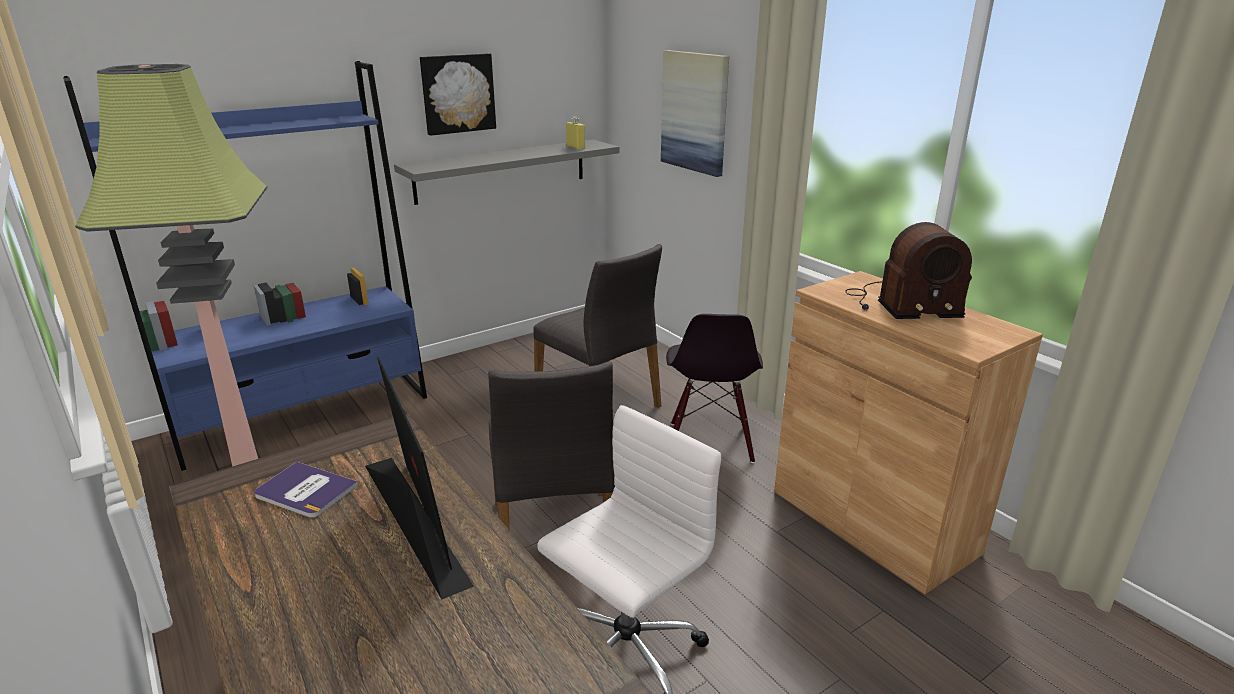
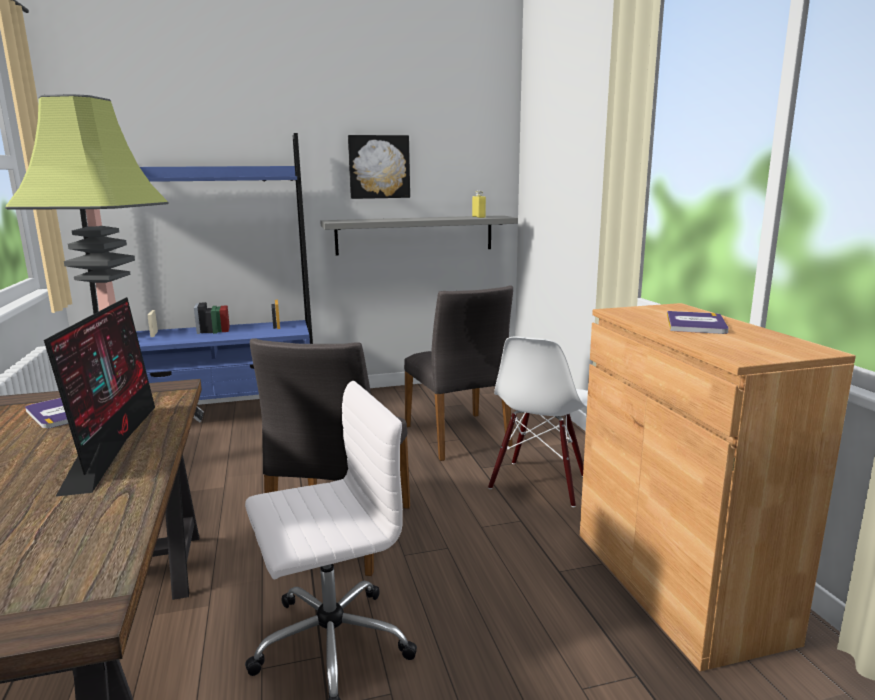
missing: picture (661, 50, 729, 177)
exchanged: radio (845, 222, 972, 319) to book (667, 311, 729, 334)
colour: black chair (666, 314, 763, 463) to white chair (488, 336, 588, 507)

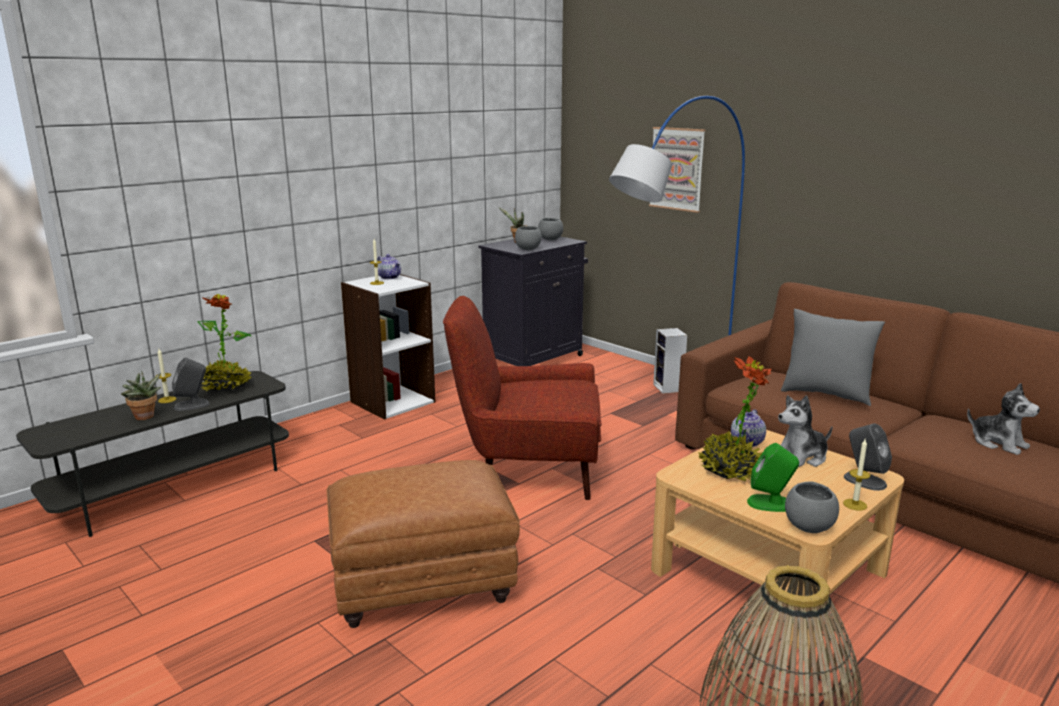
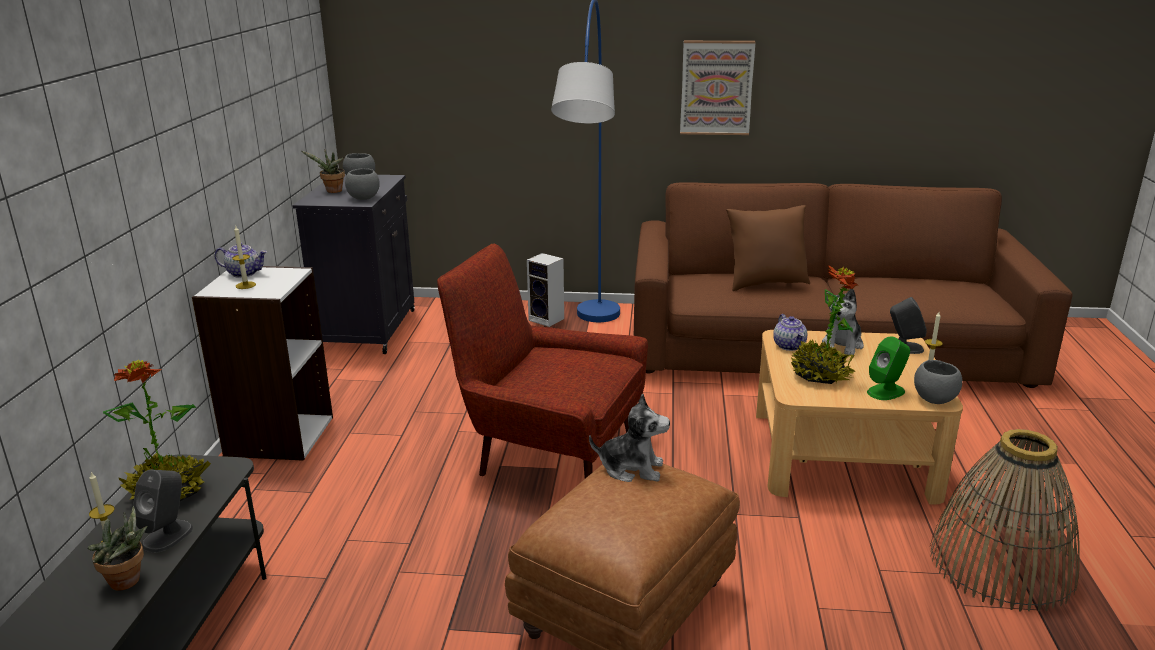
relocated: picture (649, 127, 706, 213) to (680, 41, 756, 135); plush toy (967, 383, 1040, 455) to (589, 394, 670, 482)
colour: grey pillow (781, 309, 885, 406) to brown pillow (726, 205, 810, 291)
spun: red armchair (443, 296, 602, 500) = (437, 244, 648, 479) 60 degrees clockwise

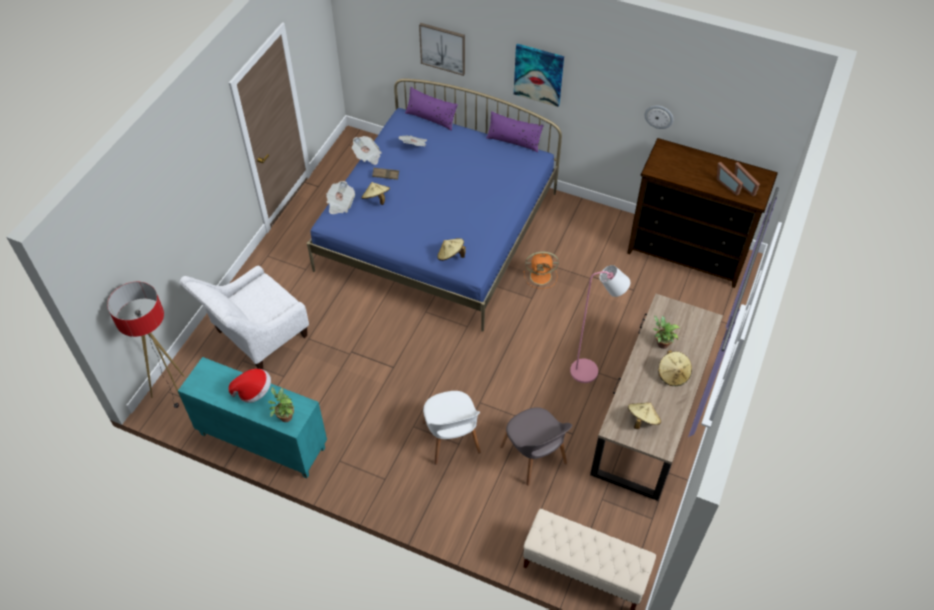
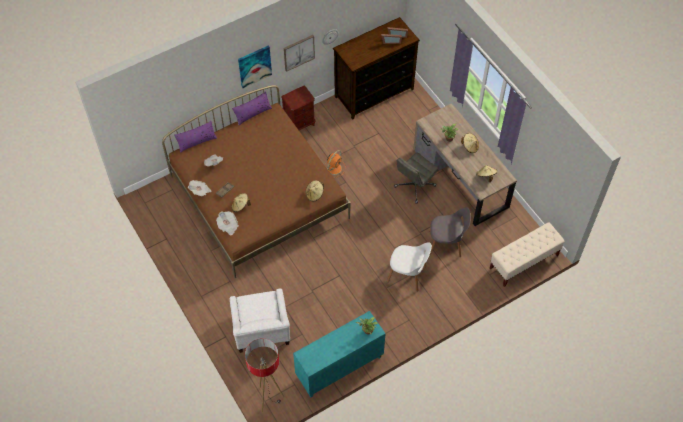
missing: hat (229, 369, 271, 403)
appeared: brown nightstand (281, 85, 316, 130)
relocated: picture (419, 23, 465, 76) to (284, 35, 315, 72)
exchanged: pink floor lamp (570, 265, 630, 383) to grey office chair (394, 152, 439, 204)
colour: blue bed (307, 79, 562, 332) to brown bed (162, 85, 350, 278)

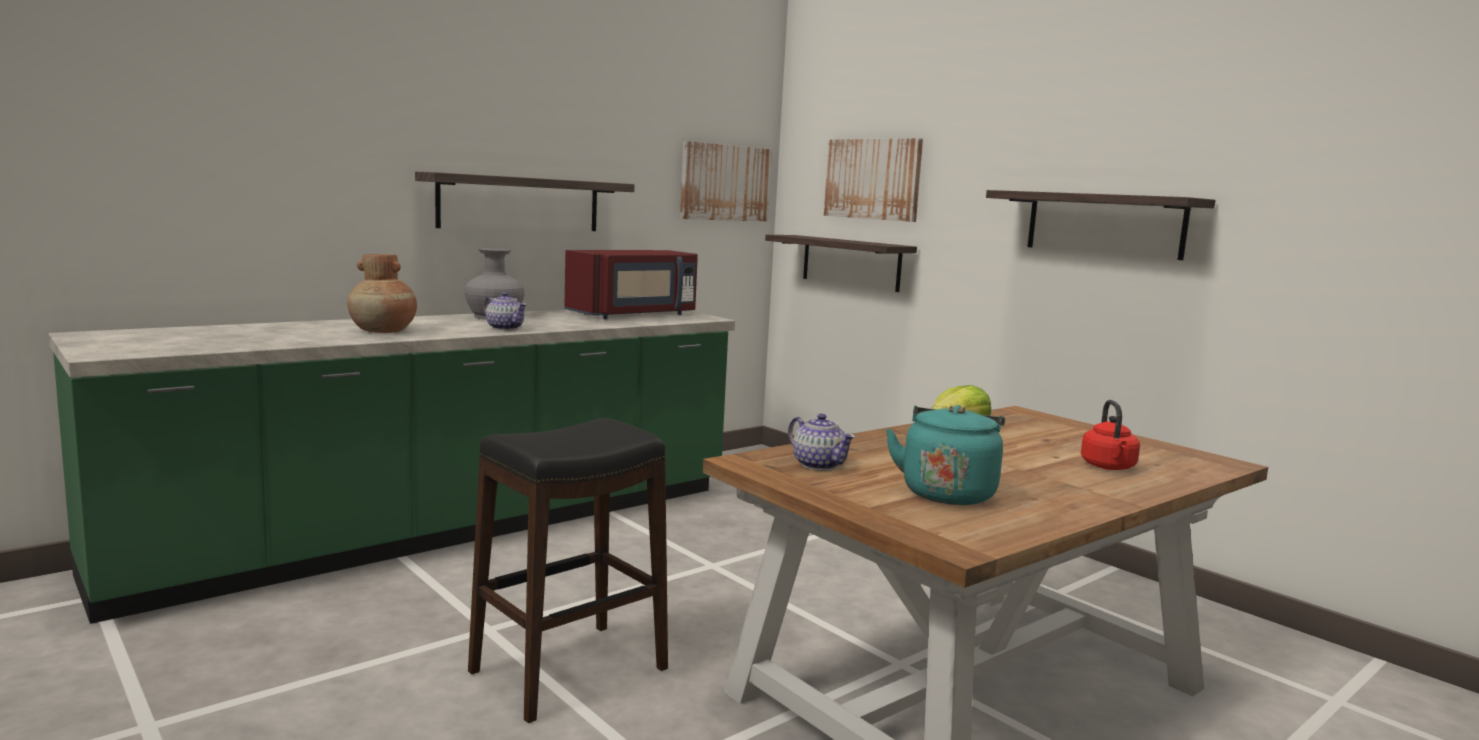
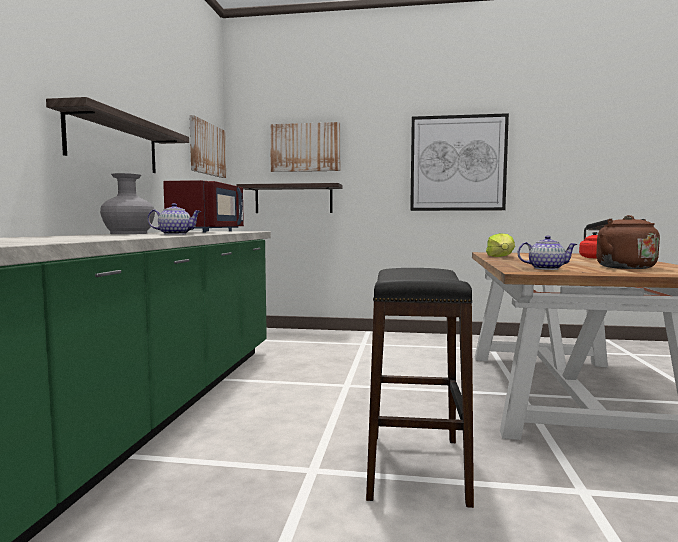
missing: brown vase (347, 254, 417, 333)
exchanged: shelf (986, 190, 1216, 260) to picture (410, 113, 509, 211)
colour: turquoise kettle (886, 405, 1005, 505) to brown kettle (586, 215, 660, 269)

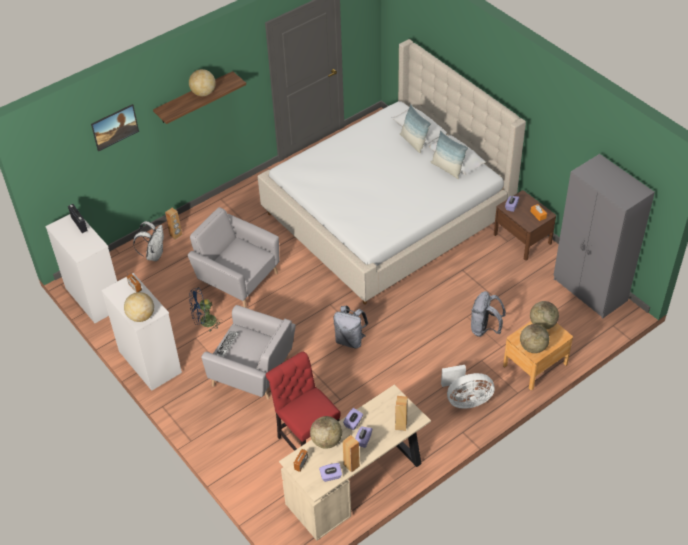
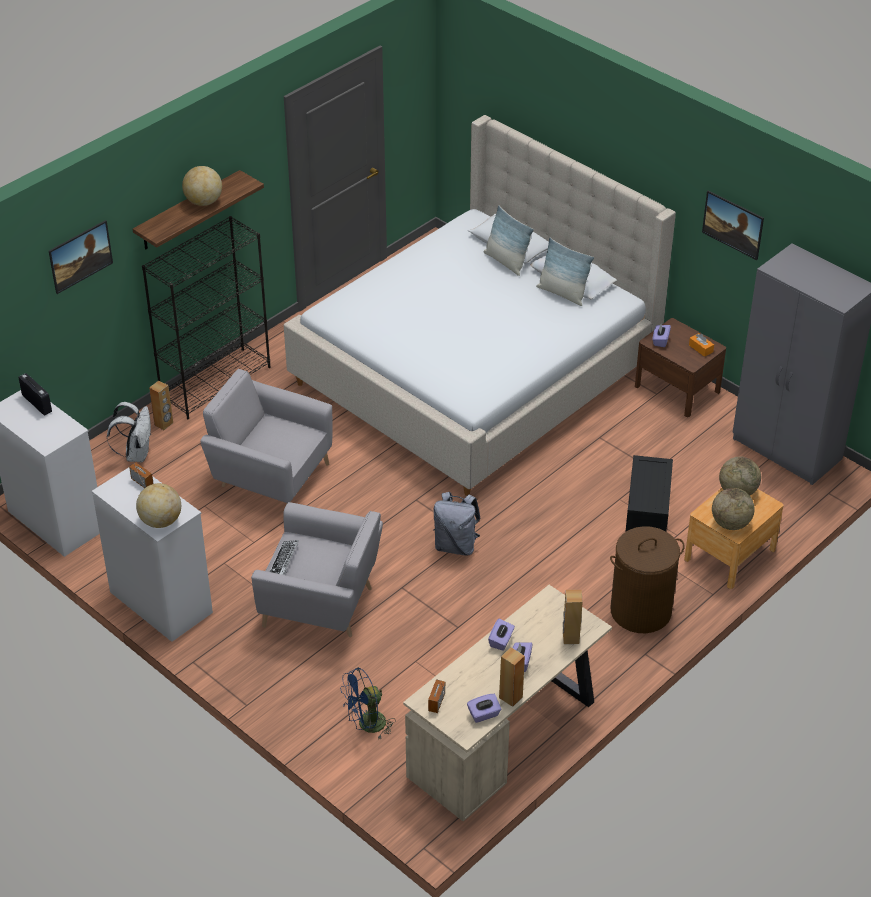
missing: red chair (266, 352, 341, 451); globe (310, 416, 342, 449)
appeared: black bookcase (142, 216, 270, 419); picture (702, 190, 764, 260)
relocated: blue fan (189, 287, 220, 331) to (340, 667, 396, 739)
exchanged: white fan (441, 365, 494, 409) to brown laundry basket (610, 526, 685, 633); grey backpack (471, 291, 506, 337) to black storage box (625, 455, 673, 532)

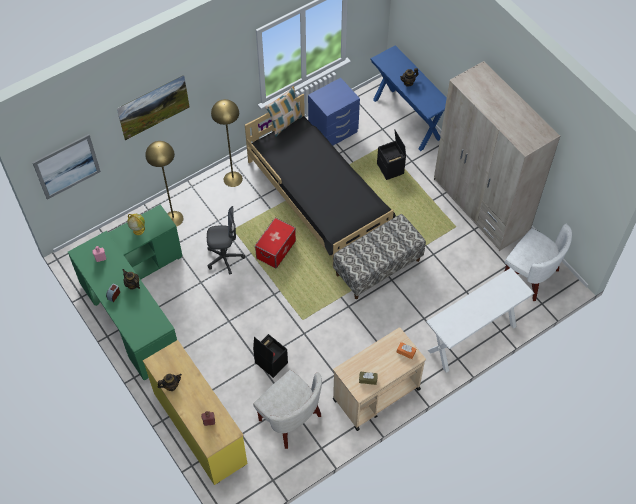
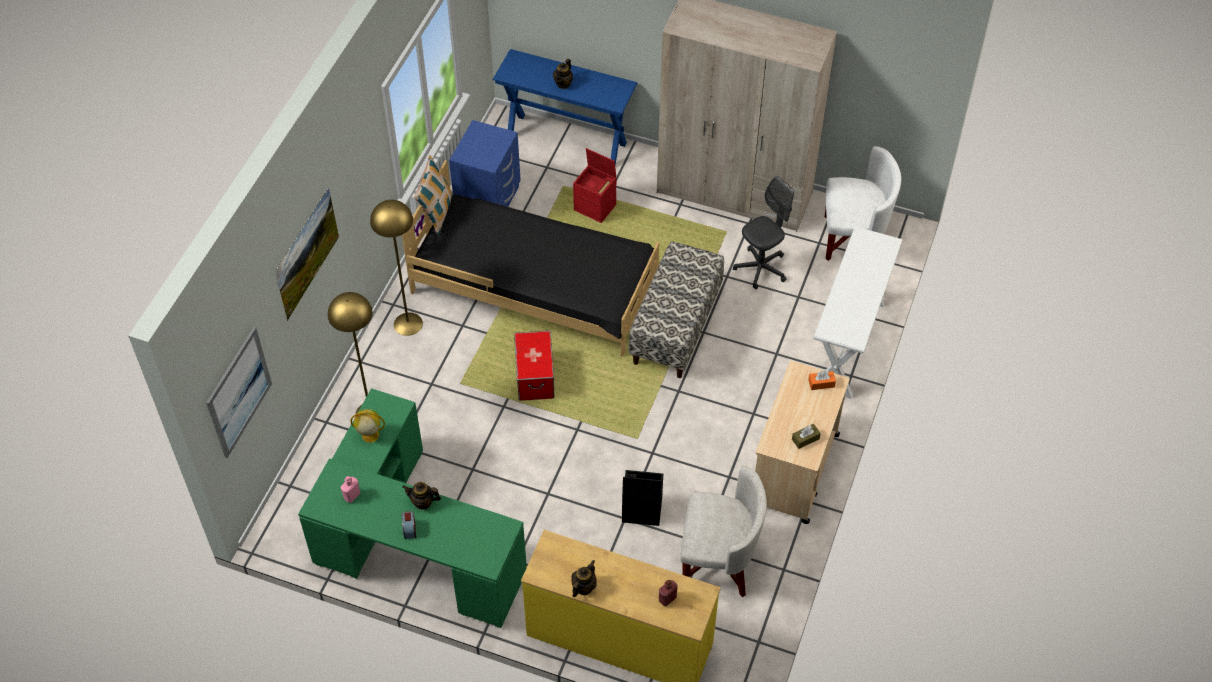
relocated: grey office chair (207, 206, 245, 275) to (733, 176, 794, 290)
colour: black storage box (377, 130, 406, 180) to red storage box (573, 148, 616, 223)

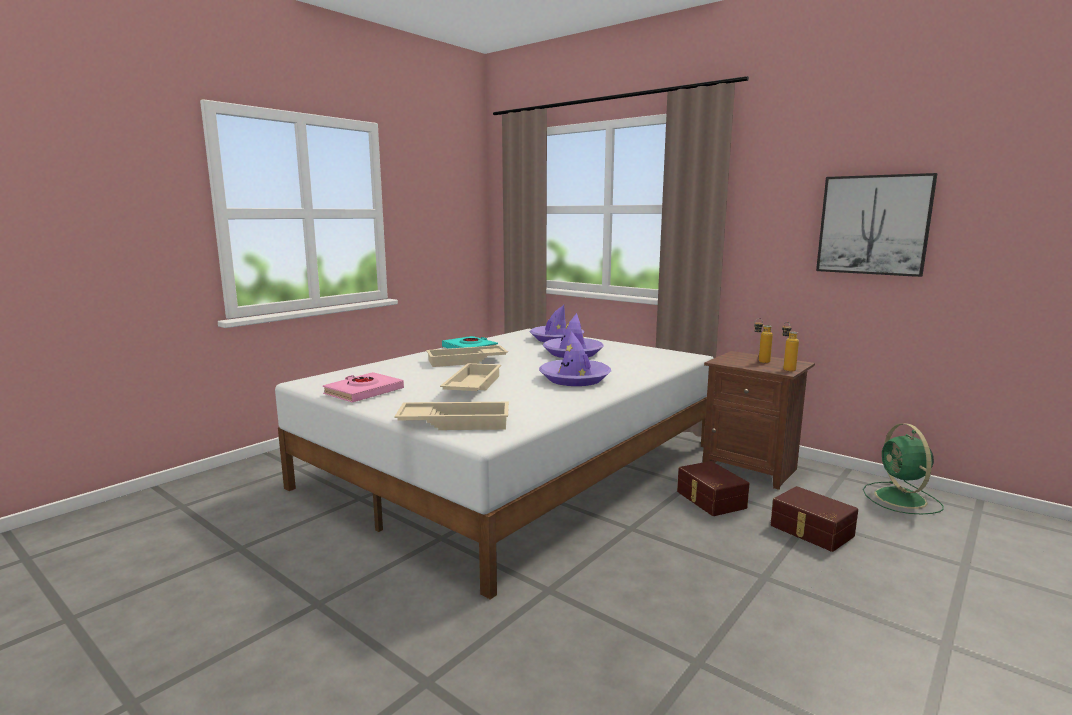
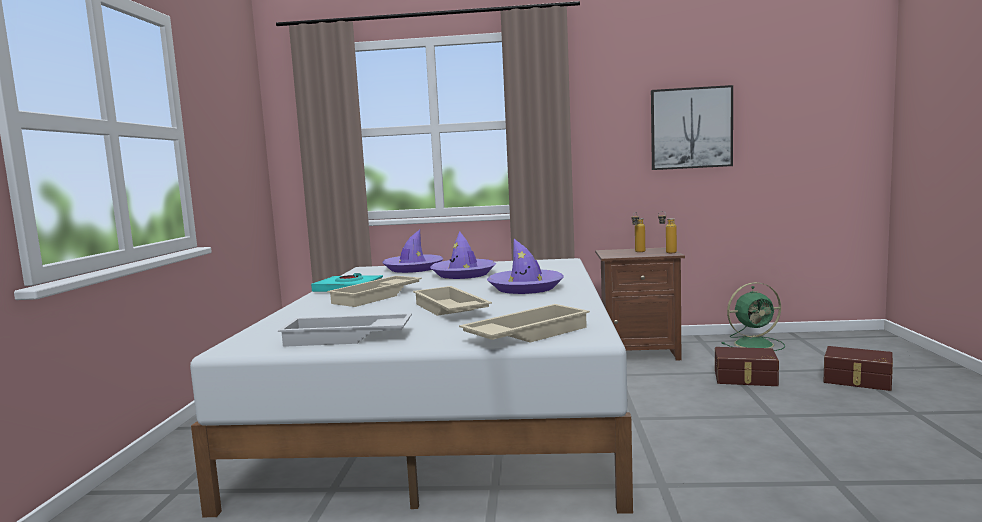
relocated: brown storage box (677, 461, 749, 516) to (824, 346, 893, 391)
exchanged: pink book (323, 372, 404, 403) to white tray (278, 313, 412, 347)
spun: green fan (863, 423, 944, 514) = (721, 282, 785, 351) 60 degrees counterclockwise

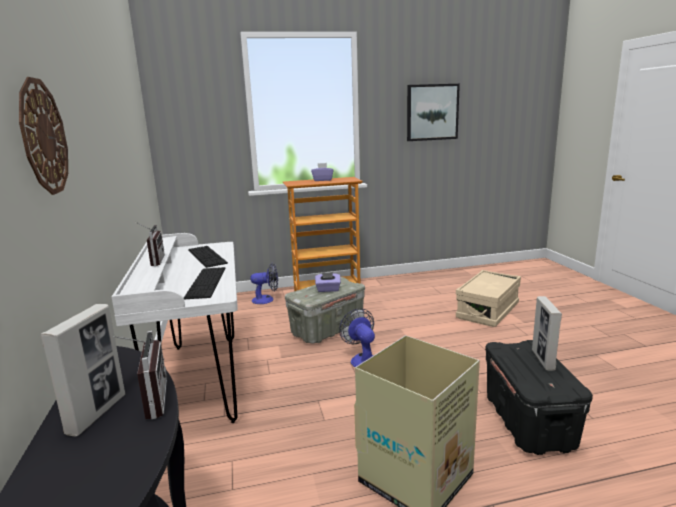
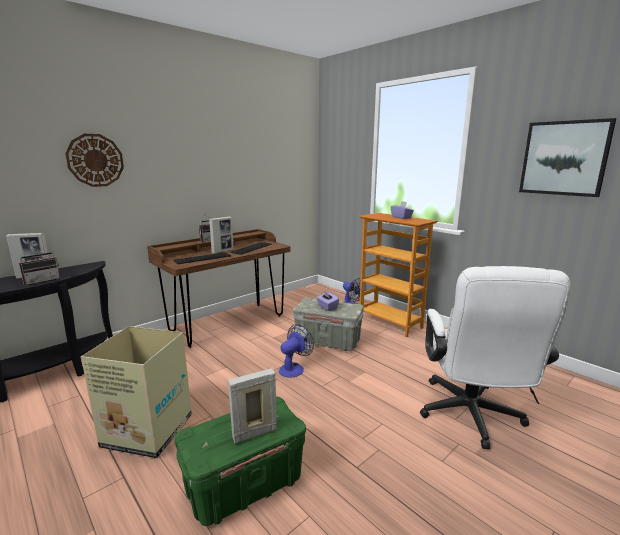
appeared: picture frame (209, 217, 234, 254)
exchanged: beige storage box (456, 270, 521, 327) to white office chair (420, 266, 571, 449)
colour: white desk (111, 233, 238, 423) to brown desk (147, 229, 290, 348); black storage box (485, 340, 593, 455) to green storage box (175, 397, 306, 526)

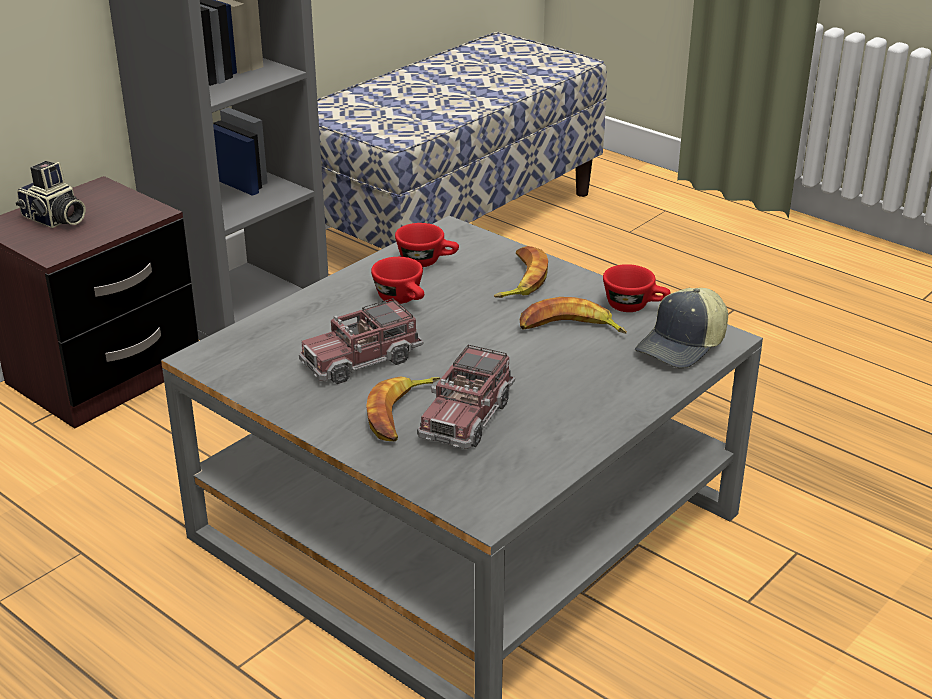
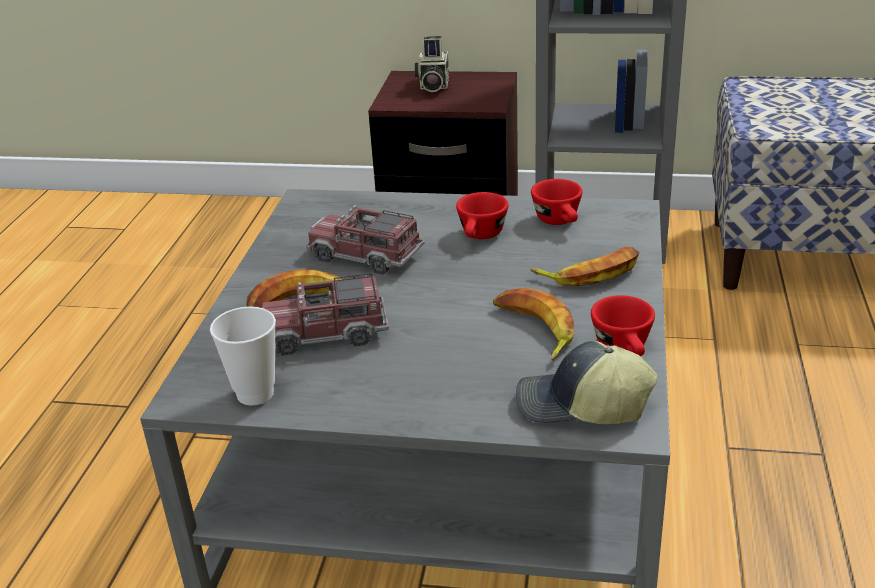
appeared: cup (210, 307, 276, 406)

